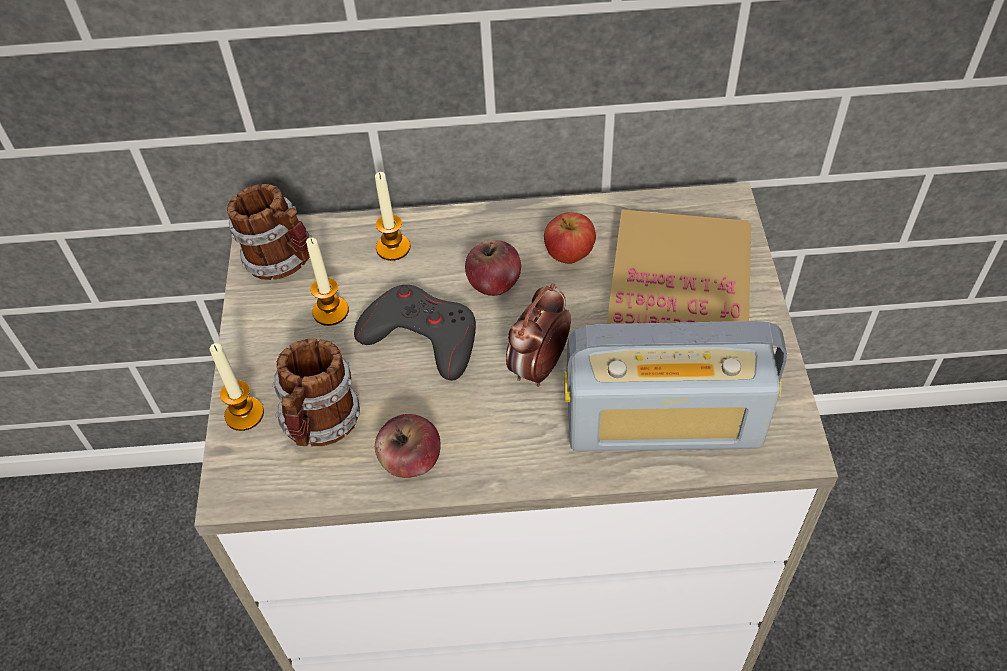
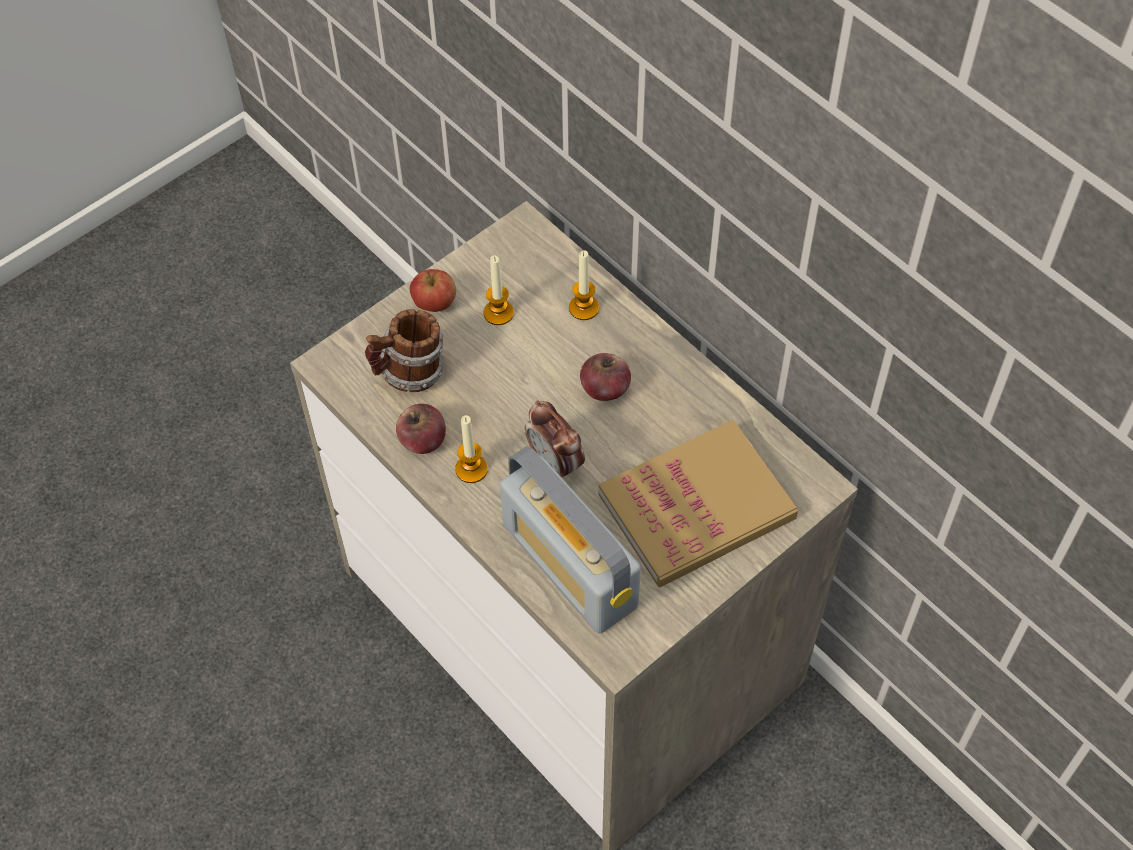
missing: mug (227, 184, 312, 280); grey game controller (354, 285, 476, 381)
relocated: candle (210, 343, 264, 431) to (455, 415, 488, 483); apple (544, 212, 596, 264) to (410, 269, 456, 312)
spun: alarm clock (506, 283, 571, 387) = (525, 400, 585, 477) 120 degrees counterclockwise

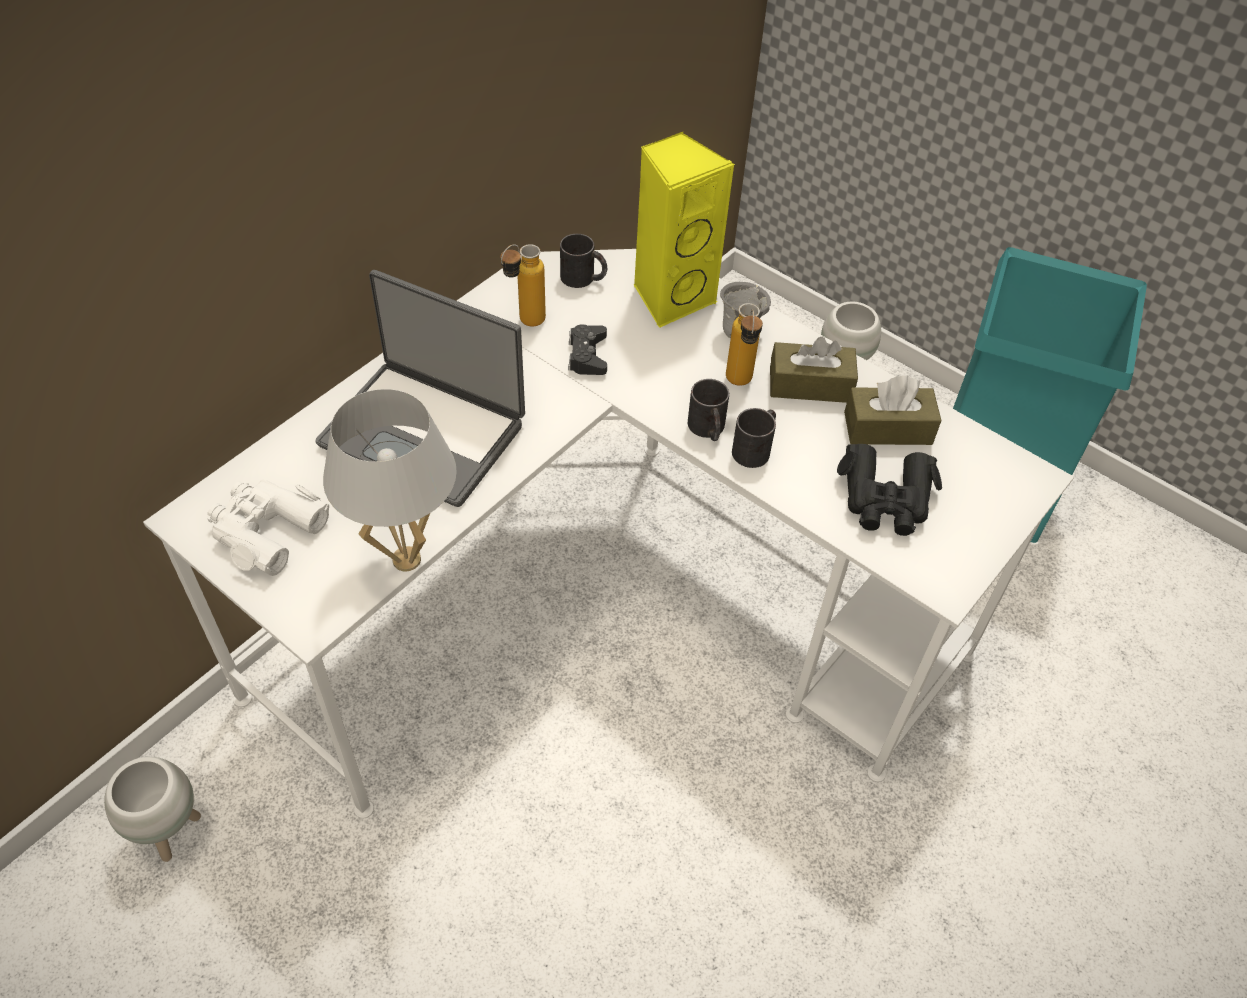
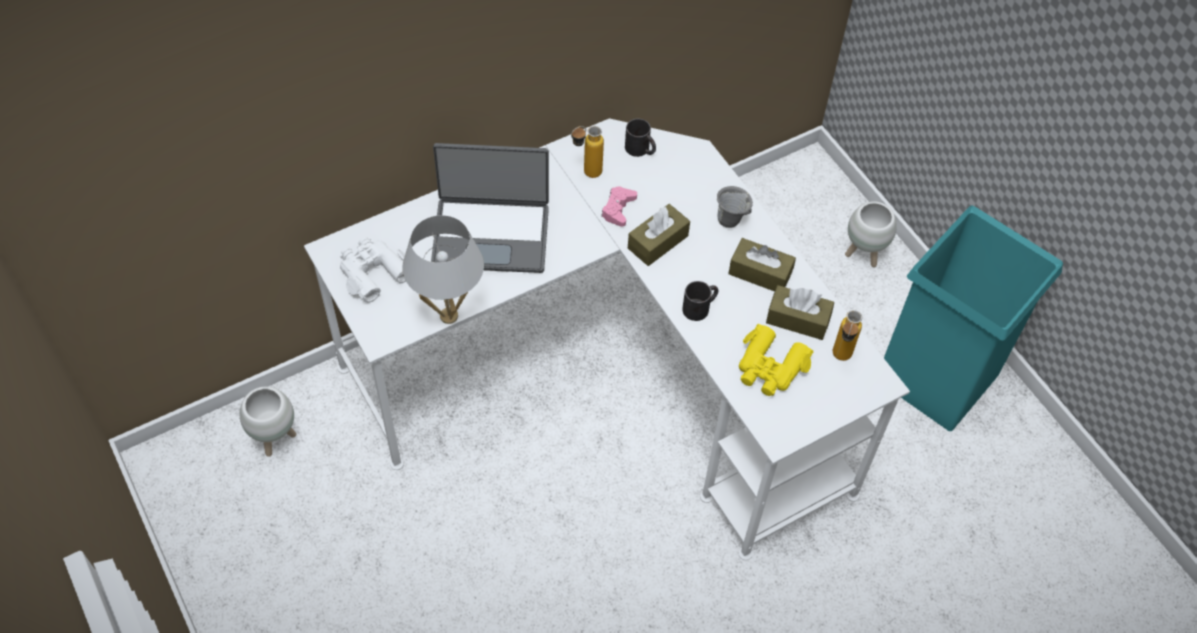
missing: yellow speaker (634, 132, 735, 328); black mug (688, 379, 729, 441)
appeared: brown tissue box (628, 204, 690, 266)
relocated: bottle (726, 303, 763, 386) to (833, 310, 862, 361)
colour: black game controller (568, 324, 607, 375) to pink game controller (601, 187, 637, 227); black binoculars (837, 444, 942, 536) to yellow binoculars (739, 324, 813, 396)
spun: laptop (315, 270, 525, 507) = (431, 143, 549, 273) 45 degrees counterclockwise

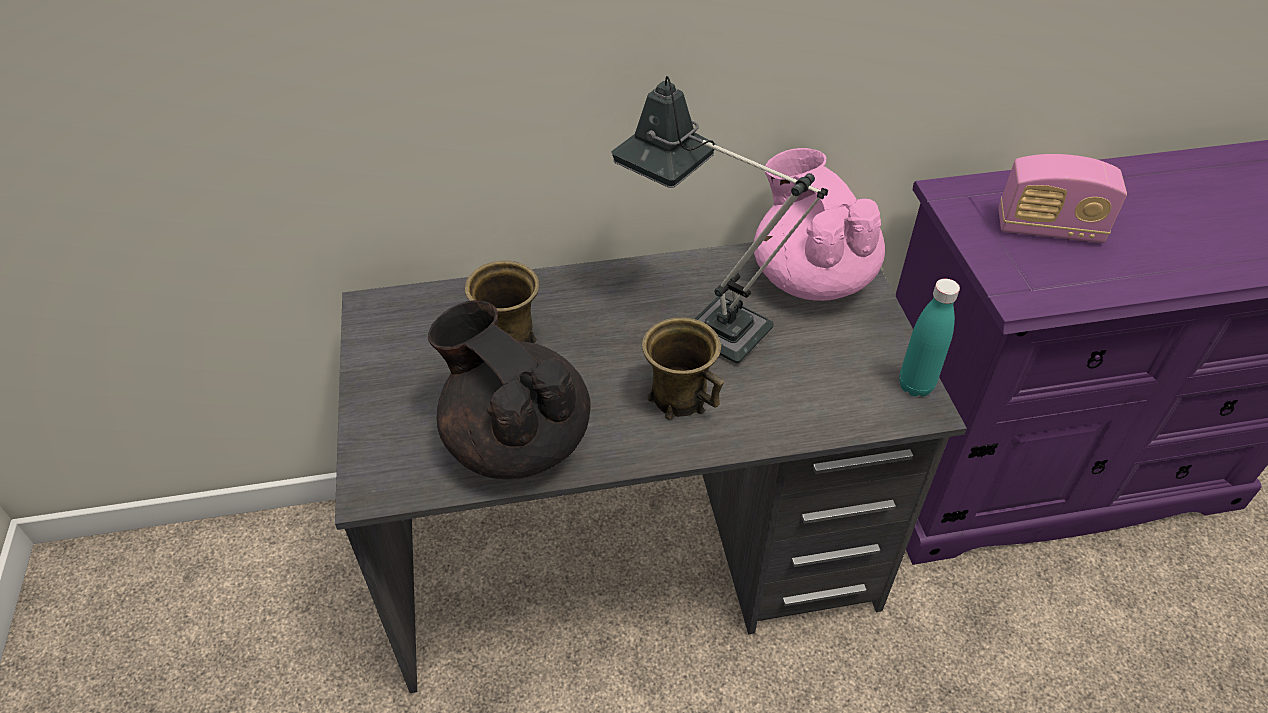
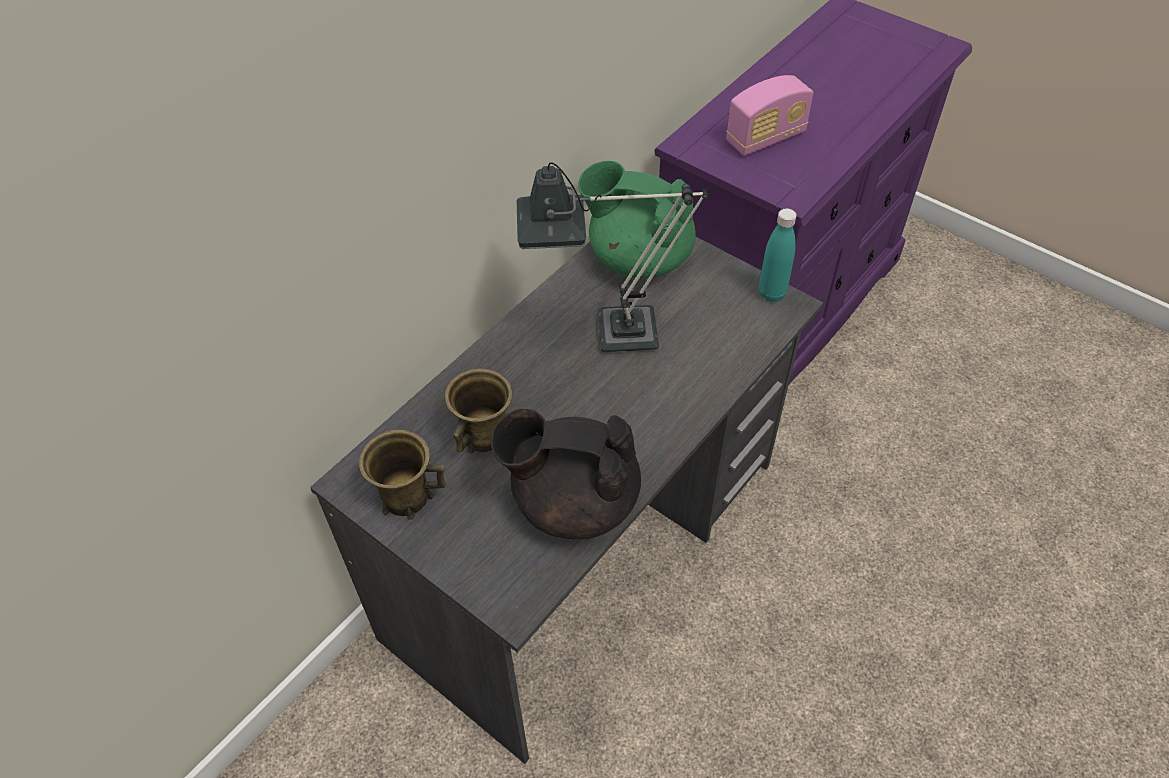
relocated: brown mug (642, 318, 724, 419) to (359, 430, 446, 520)
colour: pink teapot (754, 148, 885, 301) to green teapot (578, 161, 696, 278)

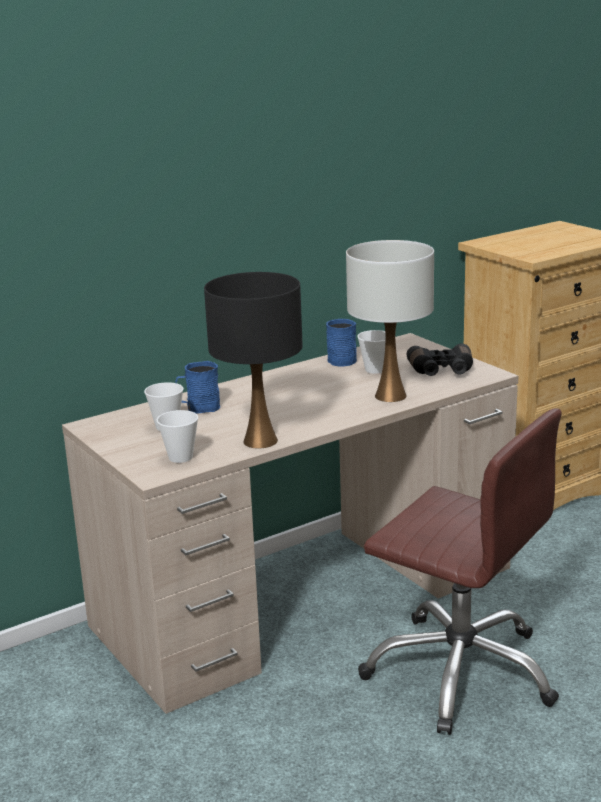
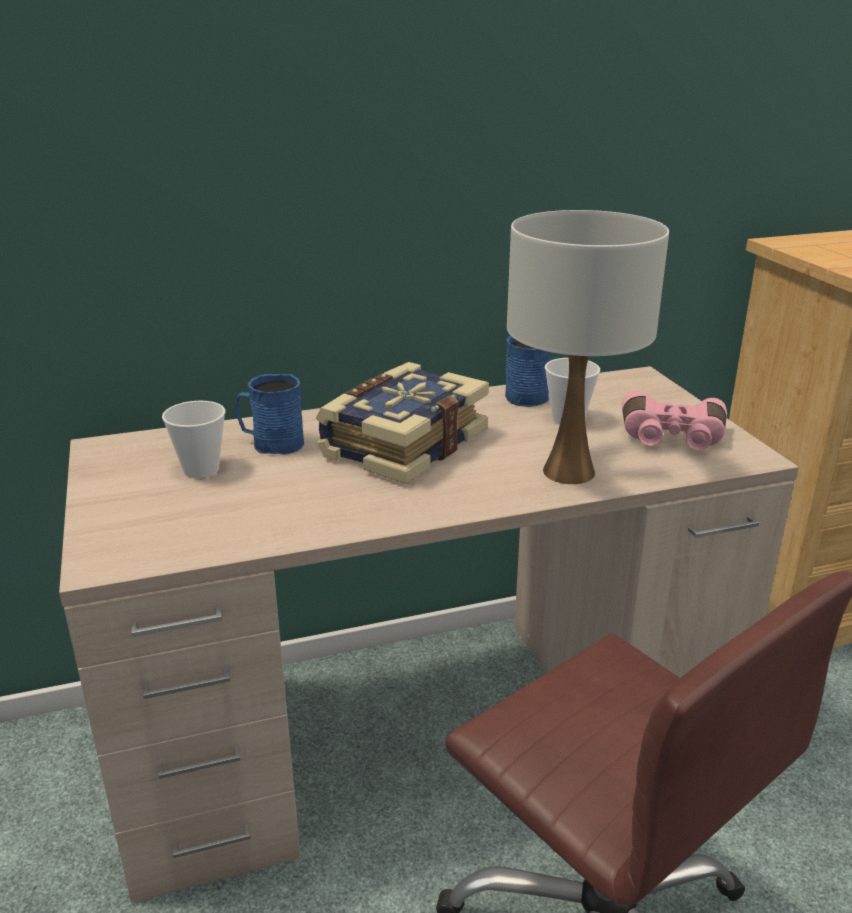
missing: cup (156, 410, 198, 463); black table lamp (204, 272, 303, 449)
appeared: book (316, 362, 489, 484)
colour: black binoculars (407, 343, 473, 376) to pink binoculars (622, 391, 727, 451)

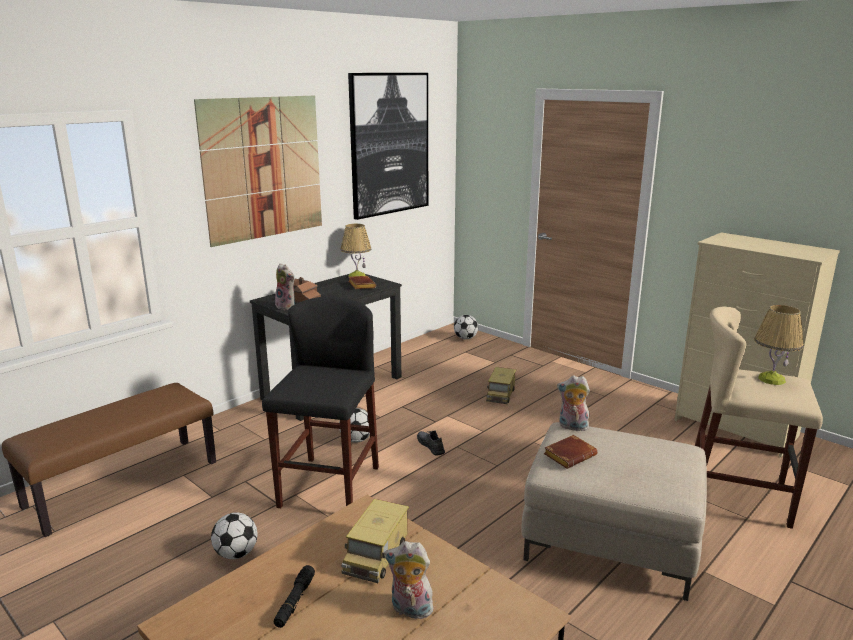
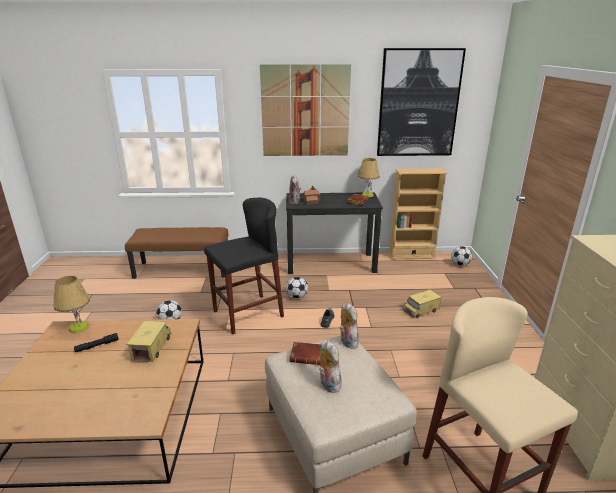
appeared: beige bookcase (389, 169, 447, 259)
relocated: plush toy (384, 541, 433, 622) to (319, 341, 342, 393); table lamp (754, 305, 804, 385) to (53, 276, 90, 333)
spun: toy truck (341, 499, 409, 583) = (127, 321, 171, 362) 120 degrees clockwise

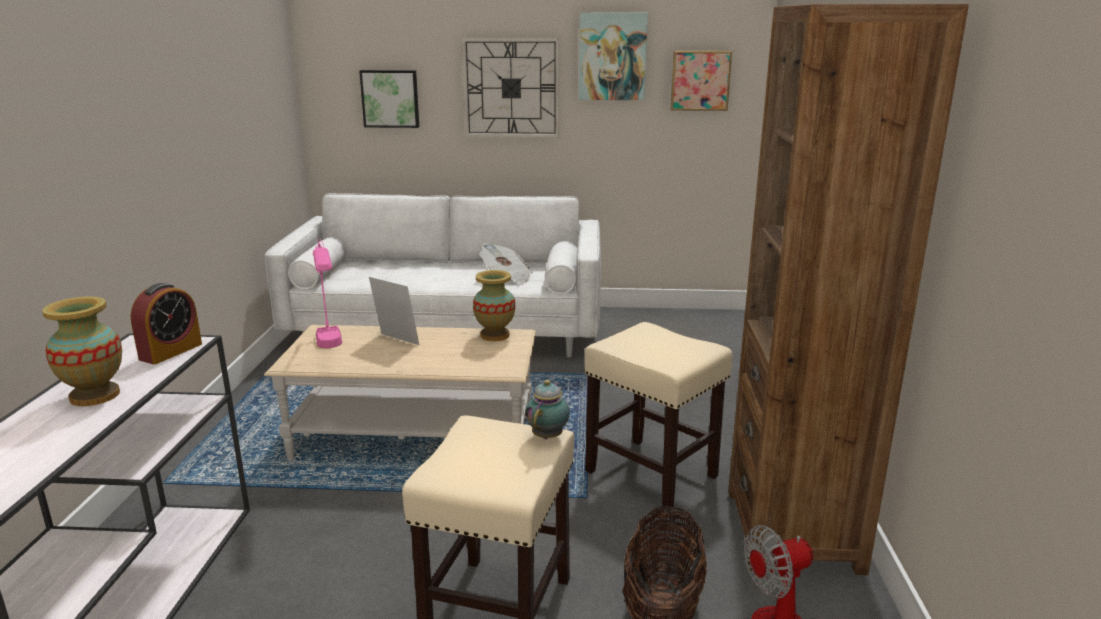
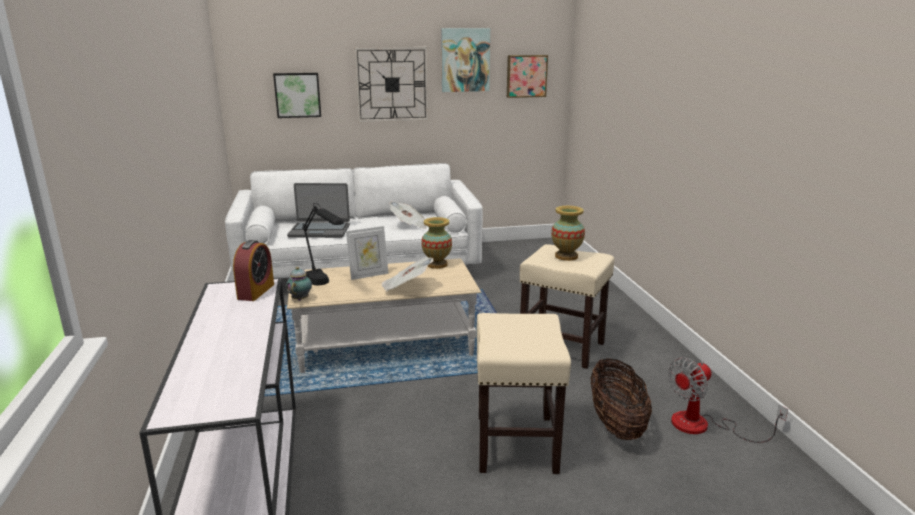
missing: brown bookcase (728, 4, 969, 575)
appeared: laptop (287, 183, 350, 238); newspaper (381, 257, 433, 292)
relocated: vase (42, 296, 122, 406) to (551, 206, 585, 261); teapot (525, 380, 570, 439) to (286, 267, 312, 301)
colour: pink table lamp (313, 239, 342, 348) to black table lamp (302, 203, 344, 285)
spun: picture frame (369, 277, 419, 345) = (346, 226, 389, 280) 135 degrees clockwise

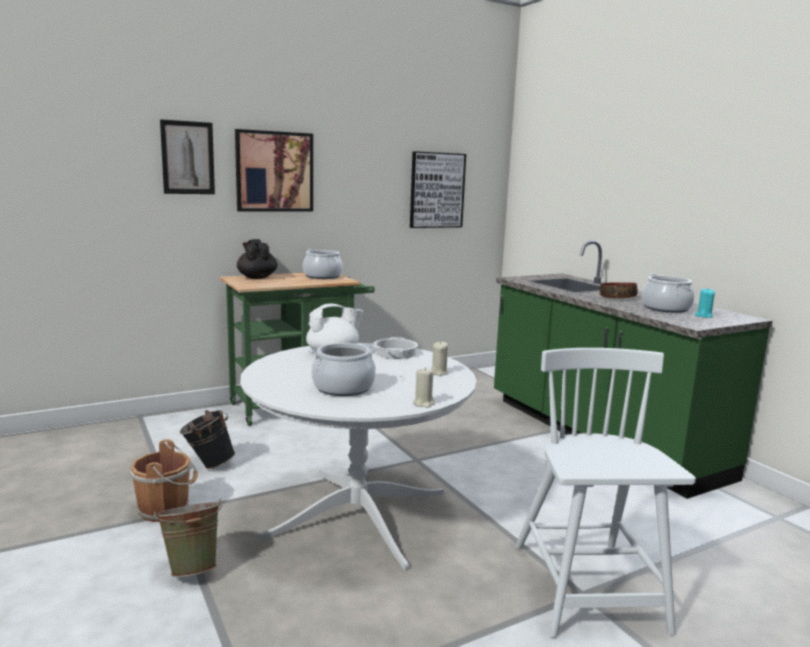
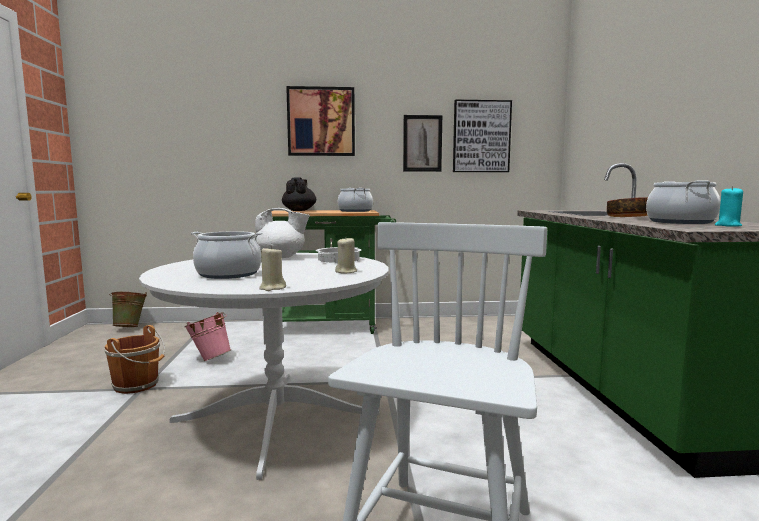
relocated: green bucket (154, 499, 222, 577) to (109, 291, 147, 327); picture (160, 119, 215, 194) to (403, 115, 442, 172)
colour: black bucket (180, 410, 235, 469) to pink bucket (184, 312, 231, 361)

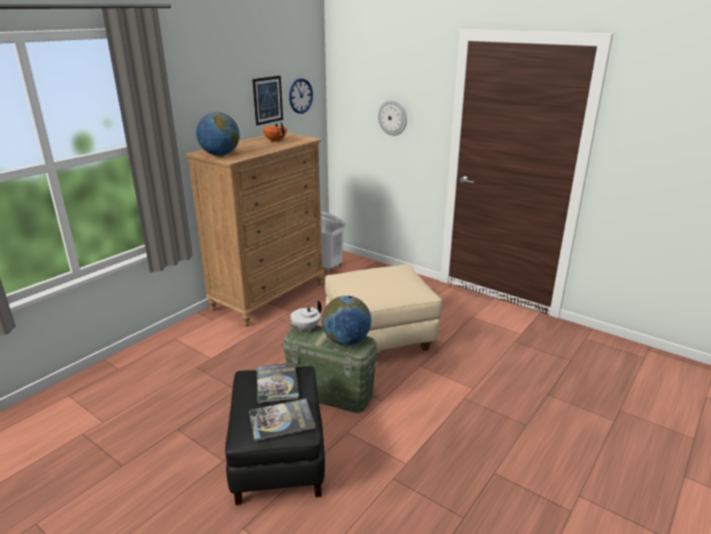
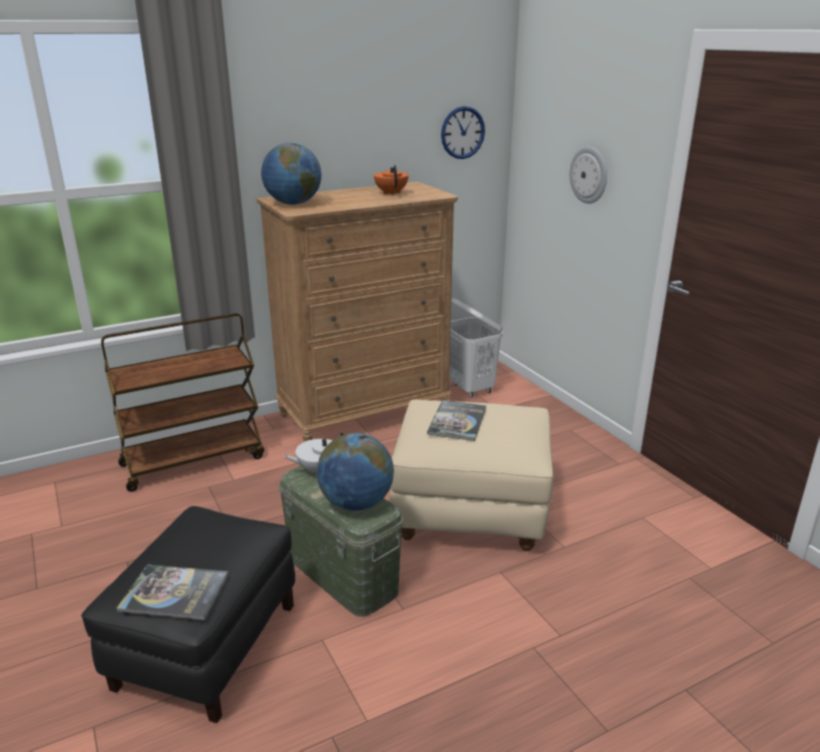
missing: picture (252, 76, 283, 125)
appeared: brown cart (101, 313, 264, 492)
relocated: book (257, 363, 299, 403) to (427, 400, 486, 441)

